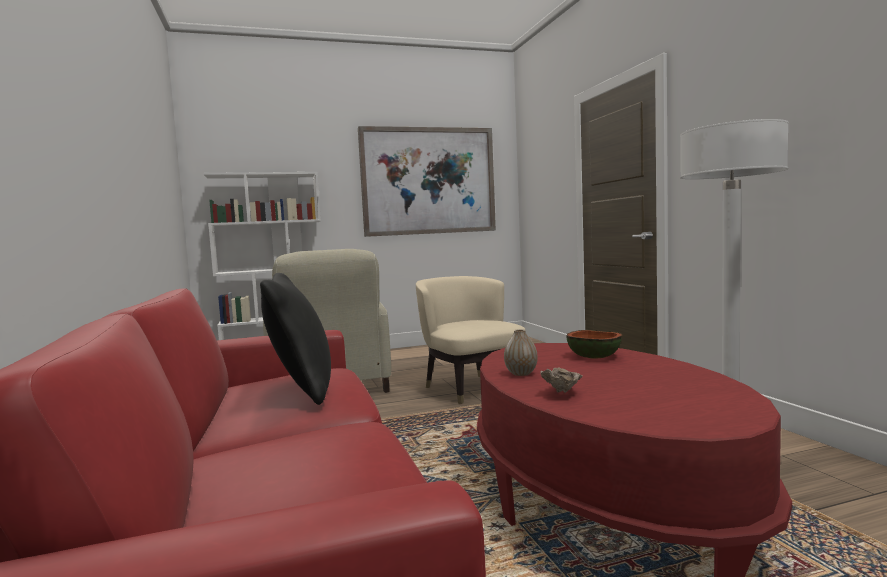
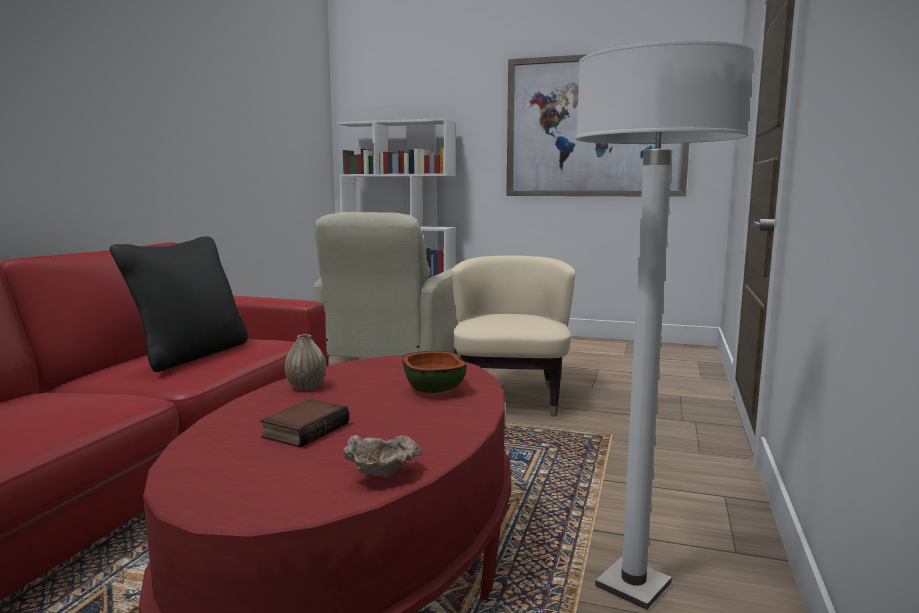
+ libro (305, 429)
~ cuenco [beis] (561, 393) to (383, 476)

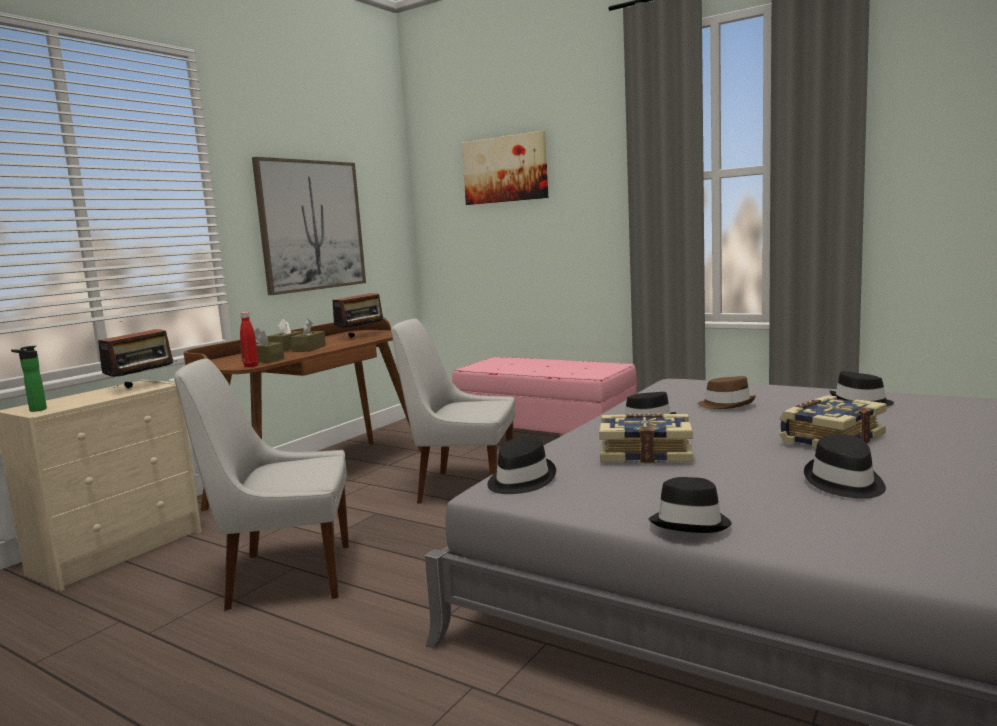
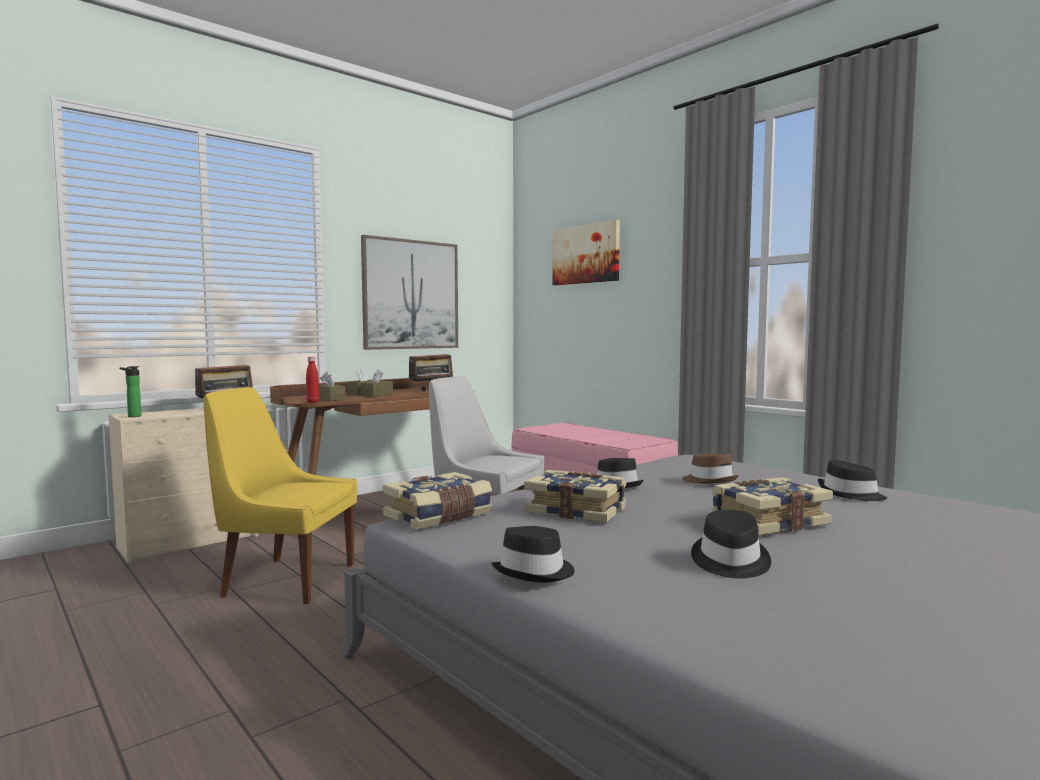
~ silla [blanco] (285, 576) to silla [amarillo] (285, 580)
~ sombrero [negro] (520, 480) to libro (439, 516)

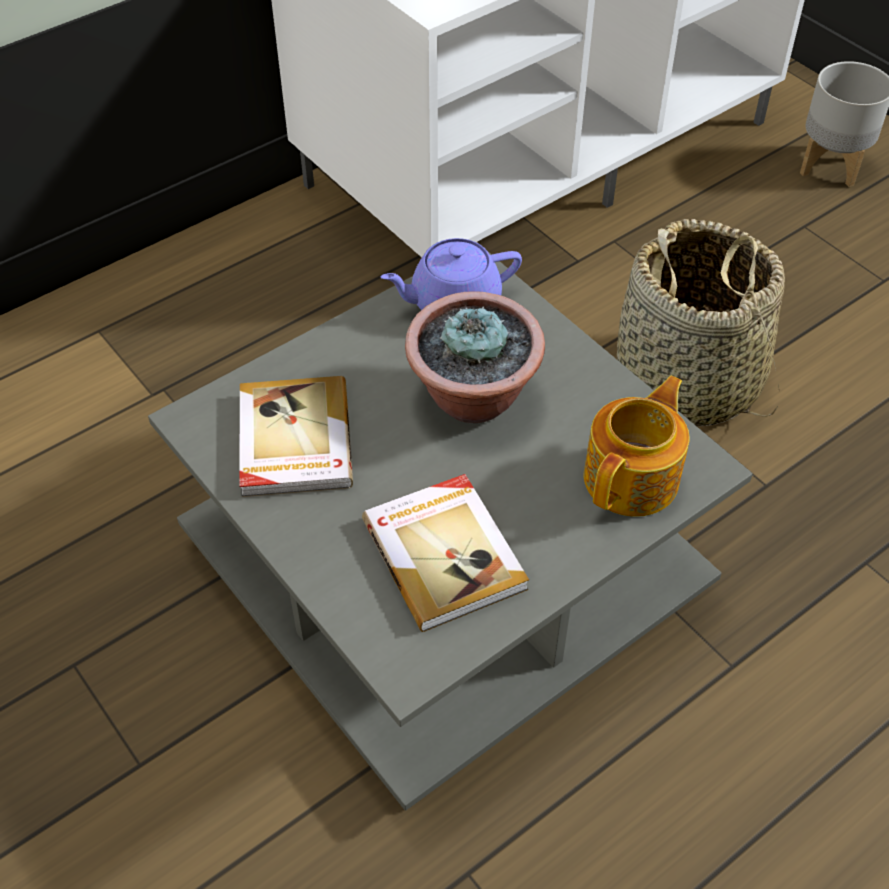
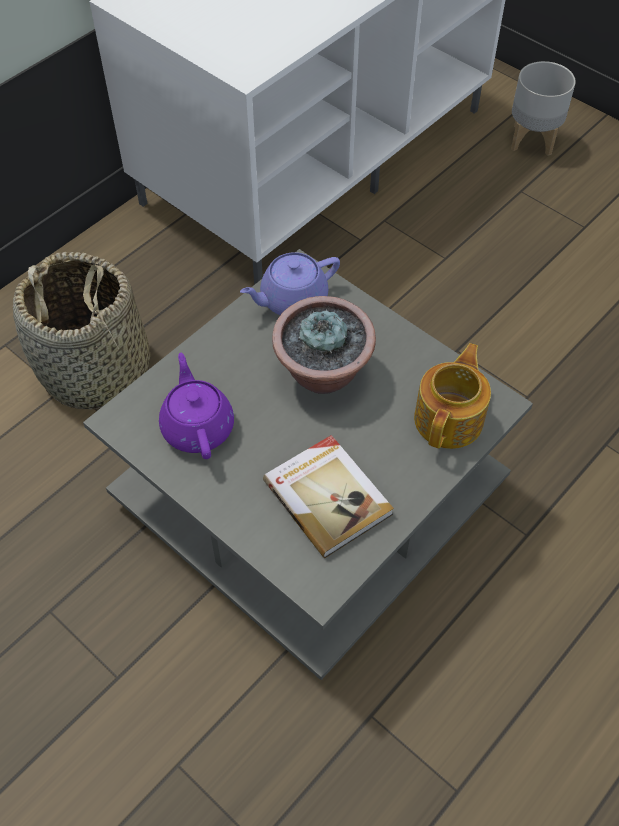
~ cesta (688, 382) to (96, 371)
~ libro (293, 441) to tetera [morado] (197, 426)

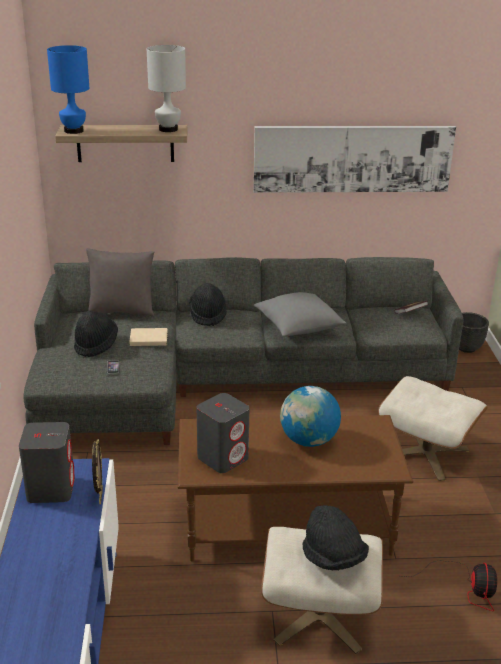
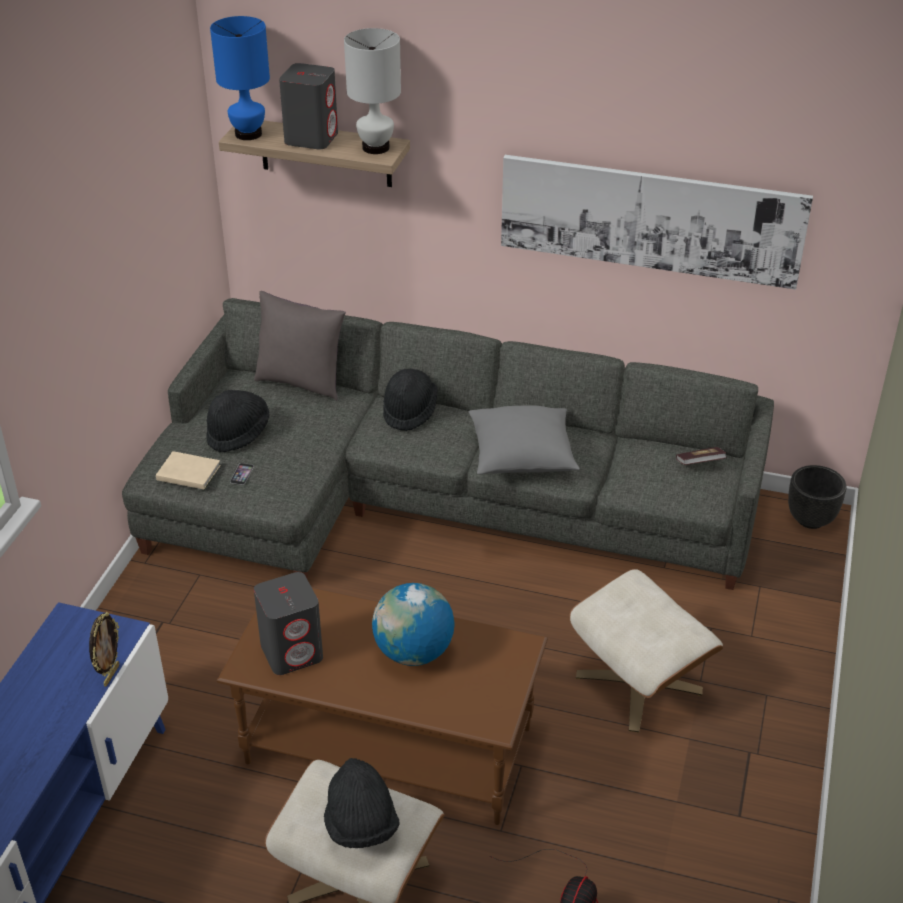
~ libro [beis] (147, 338) to (187, 472)
~ altavoz [gris] (51, 488) to (311, 138)

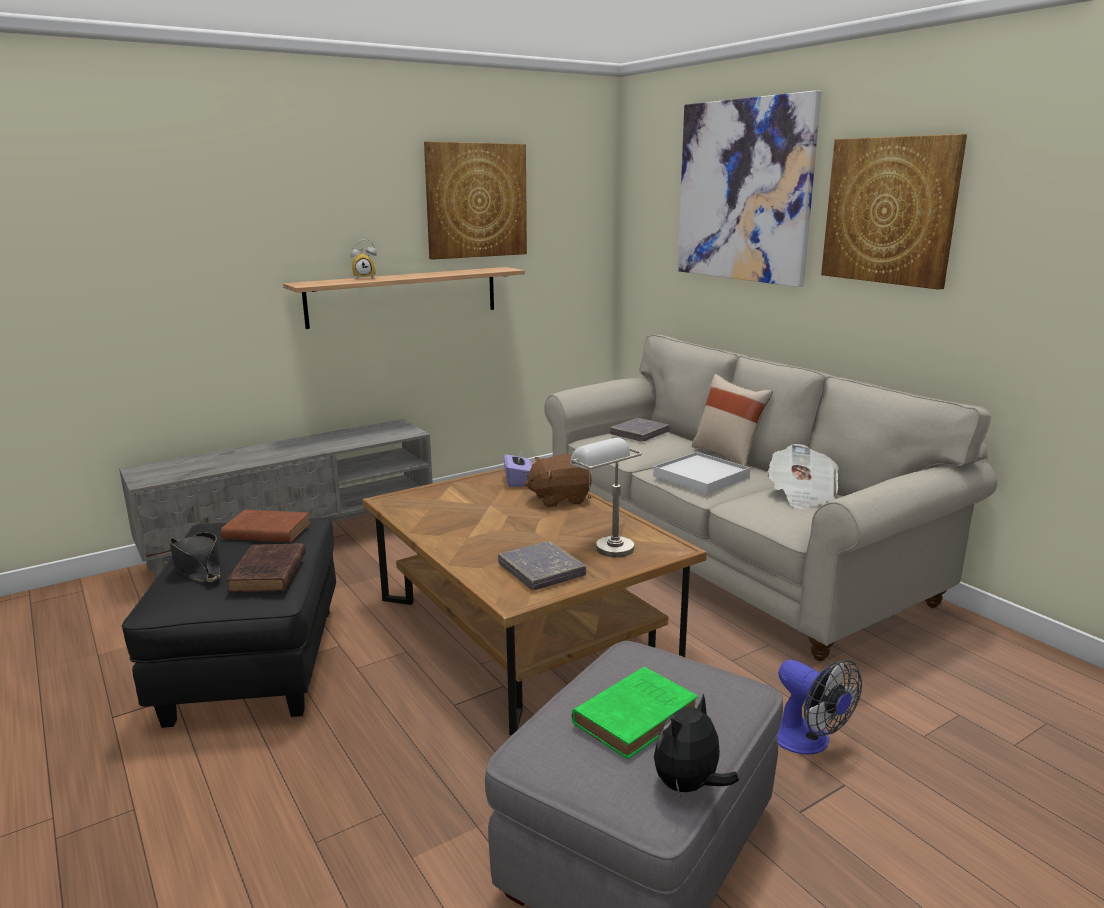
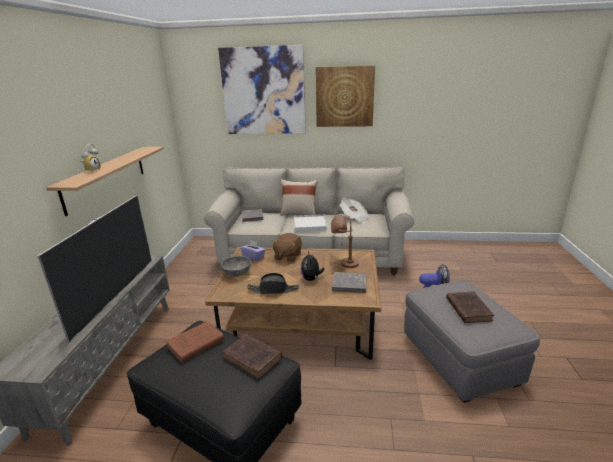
+ televisor (115, 295)
+ cuenco [gris] (236, 273)
~ sombrero [negro] (197, 567) to (273, 290)
~ peluche (689, 786) to (311, 279)
~ lámpara de mesa [gris] (605, 545) to lámpara de mesa [marrón] (343, 264)
~ libro [verde] (637, 715) to libro [marrón] (468, 308)
- cuadro (476, 200)

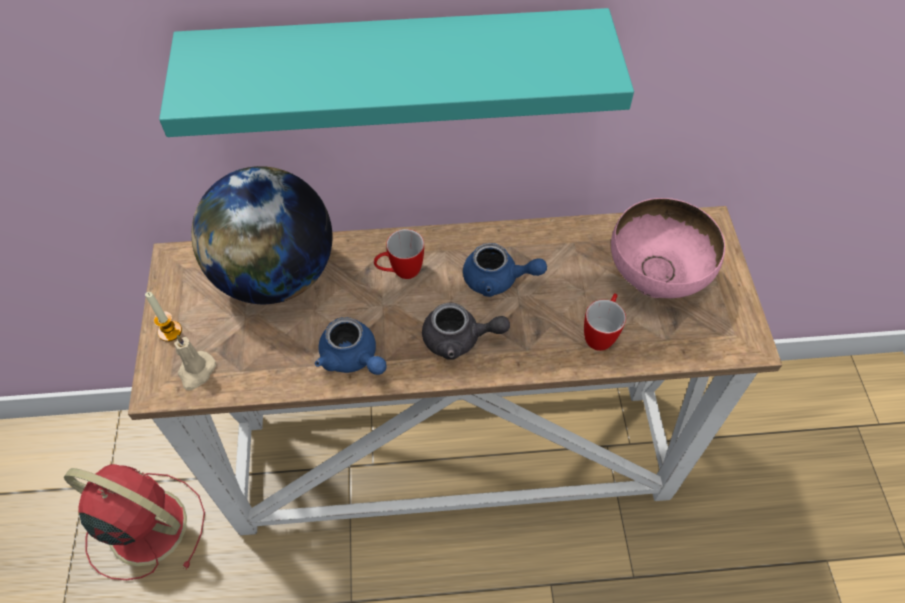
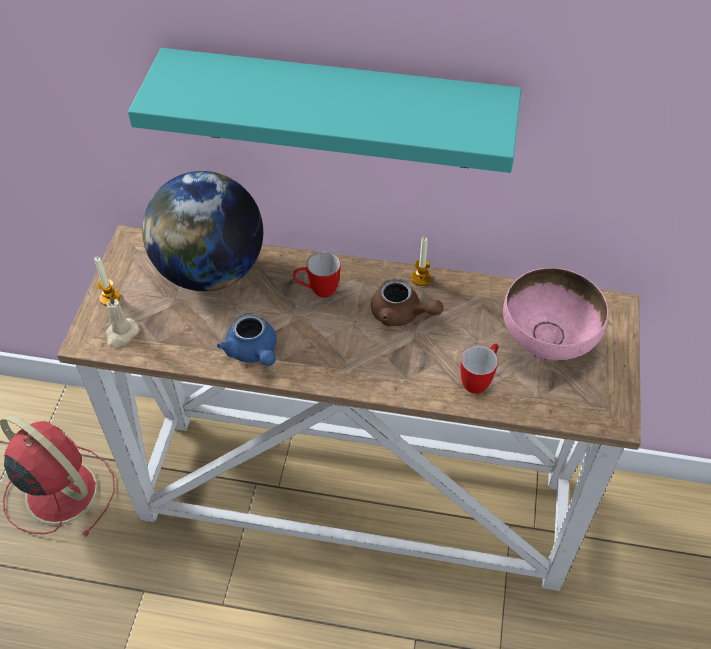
~ tetera [azul] (498, 280) to tetera [marrón] (401, 315)
+ vela (421, 278)
- tetera [gris] (459, 339)

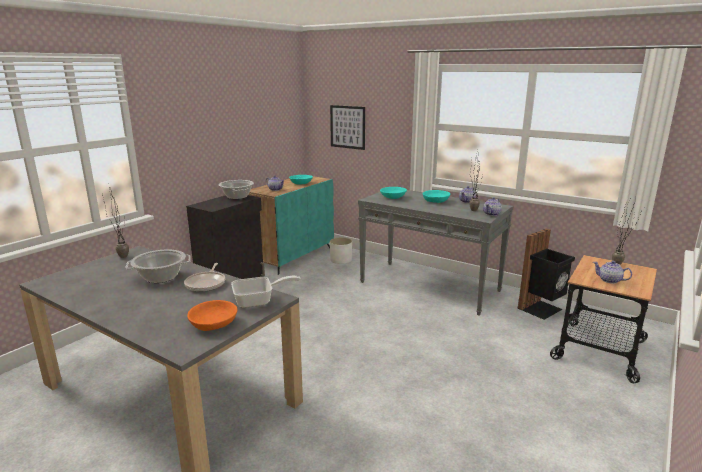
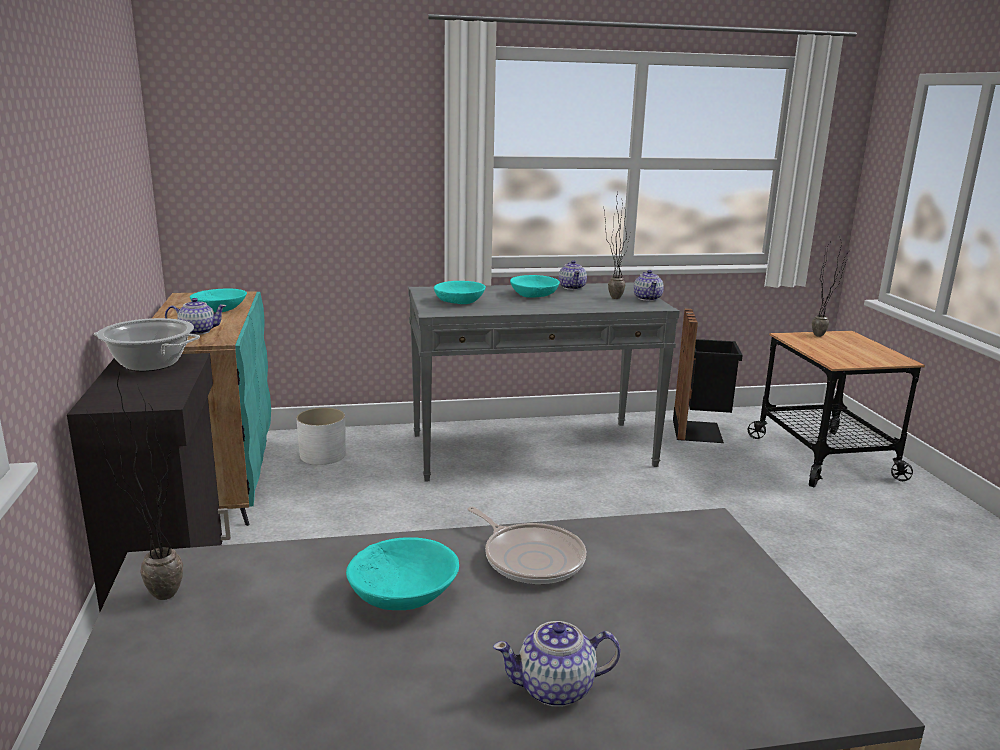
~ olla (160, 277) to cuenco [turquesa] (403, 594)
~ tetera (610, 280) to (556, 689)
- cuenco [naranja] (214, 324)
- sartén (259, 301)
- cuadro (347, 127)

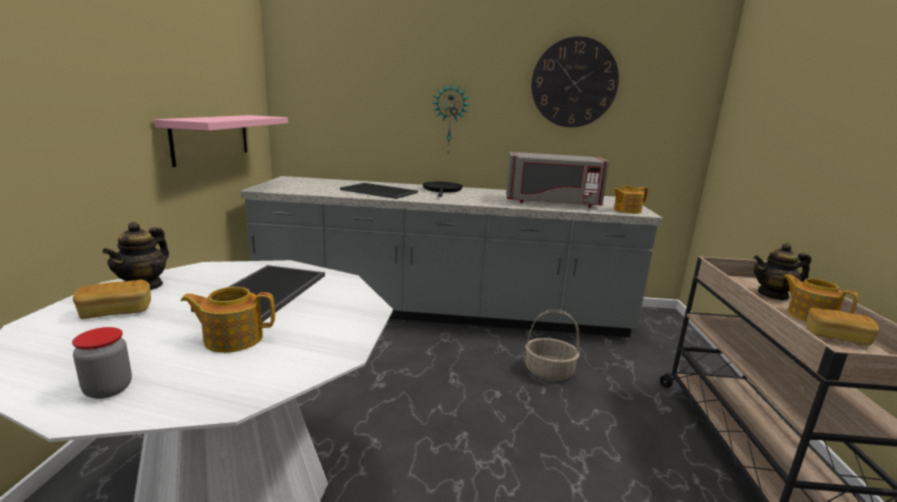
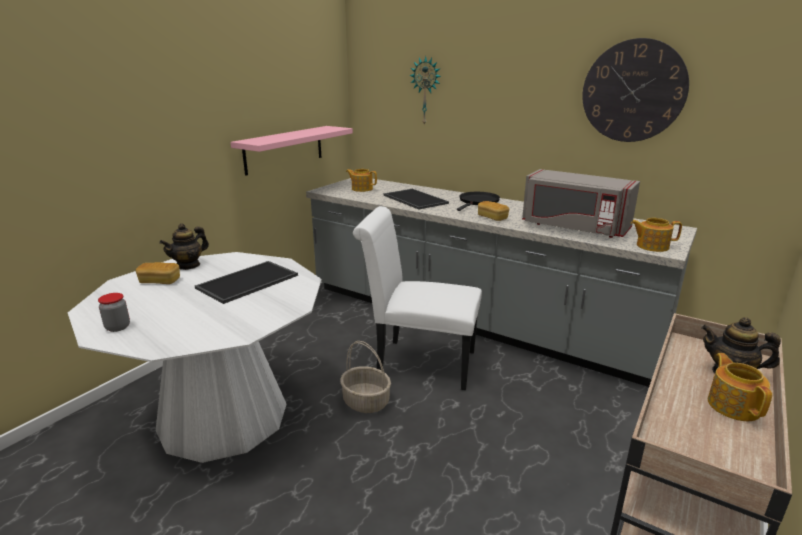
~ cesta (549, 372) to (366, 402)
~ tetera (232, 338) to (361, 189)
+ silla [blanco] (418, 363)
~ reloj de pared (450, 119) to (426, 91)
~ pan (836, 337) to (492, 218)

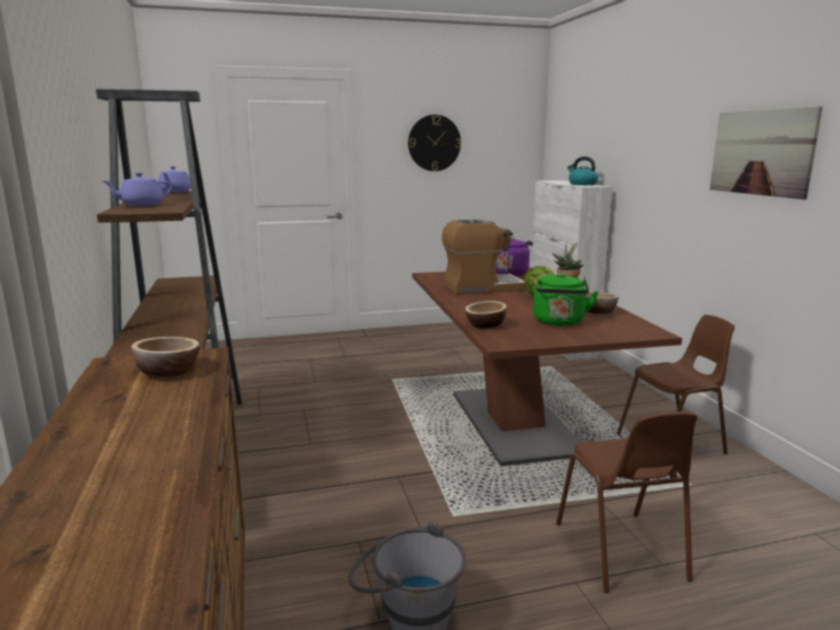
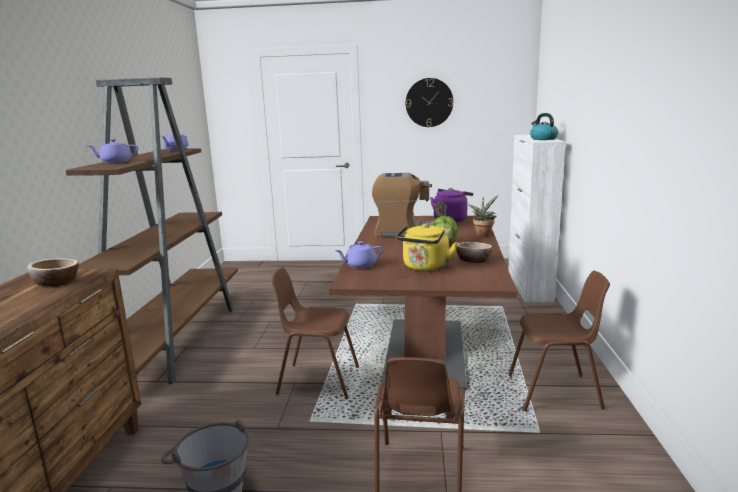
+ silla [marrón] (318, 380)
~ cuenco (485, 325) to tetera [morado] (360, 265)
~ hervidor [verde] (559, 322) to hervidor [amarillo] (425, 267)
- cuadro (761, 152)

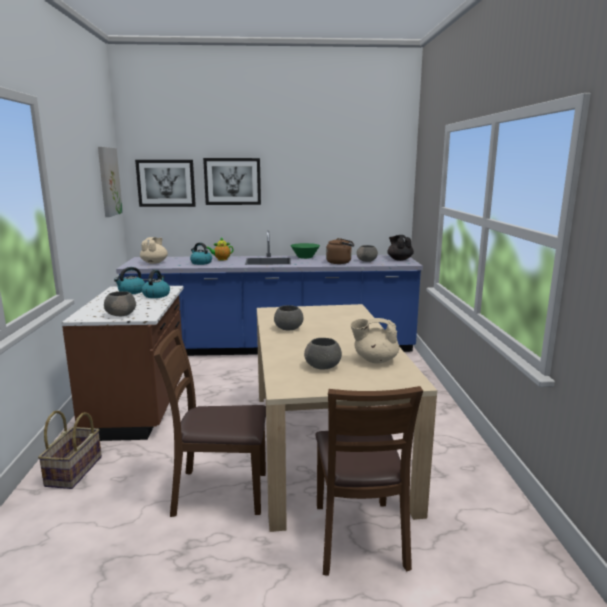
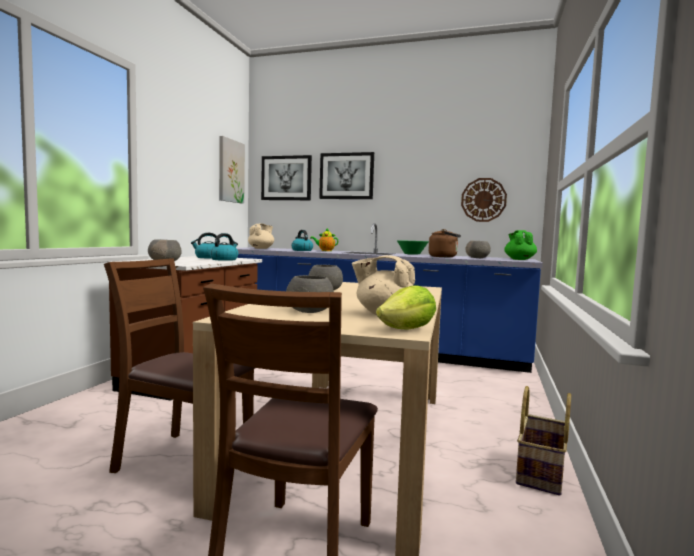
+ lechuga (407, 330)
+ reloj de pared (483, 200)
~ tetera [negro] (399, 259) to tetera [verde] (519, 259)
~ cesta (75, 471) to (542, 473)

